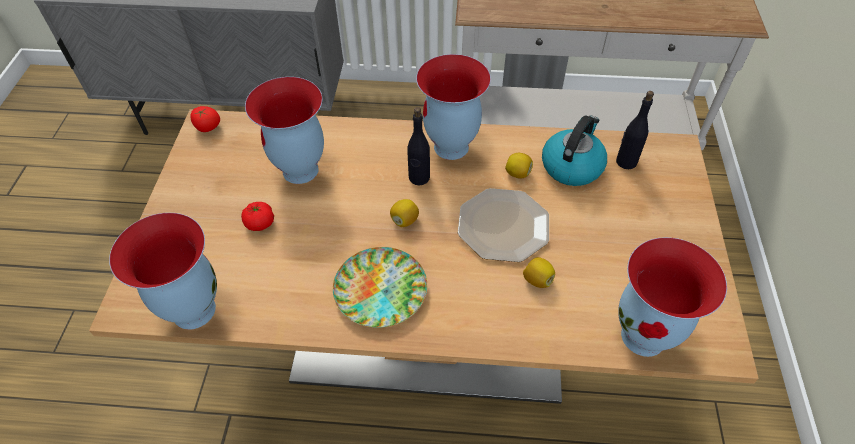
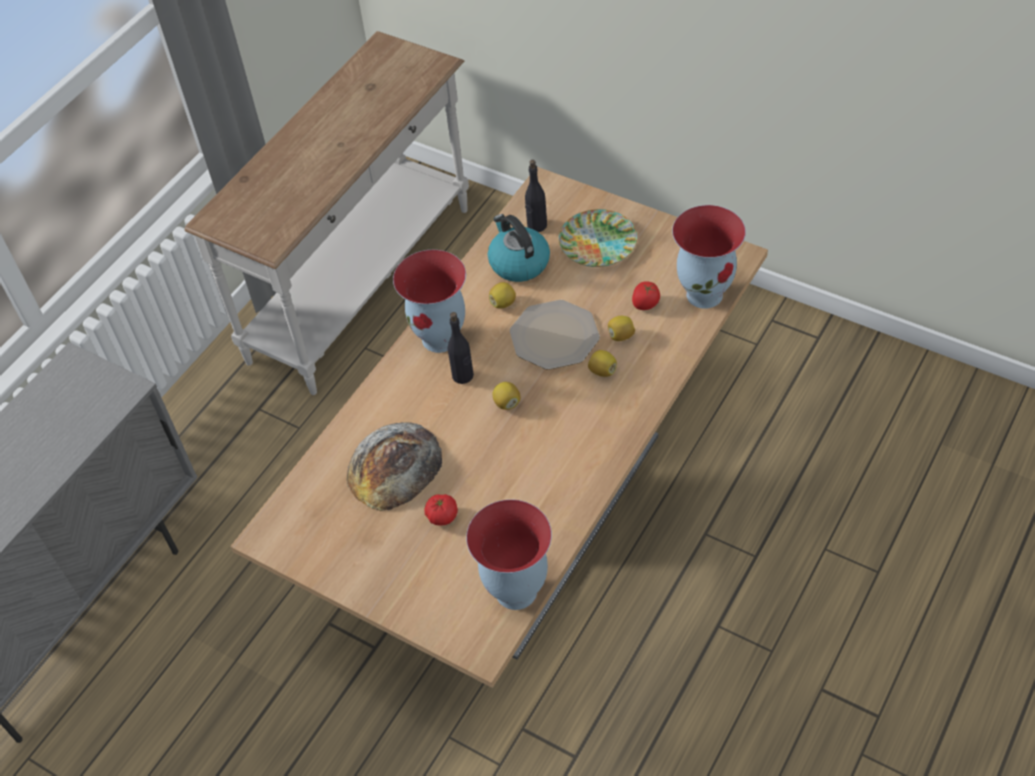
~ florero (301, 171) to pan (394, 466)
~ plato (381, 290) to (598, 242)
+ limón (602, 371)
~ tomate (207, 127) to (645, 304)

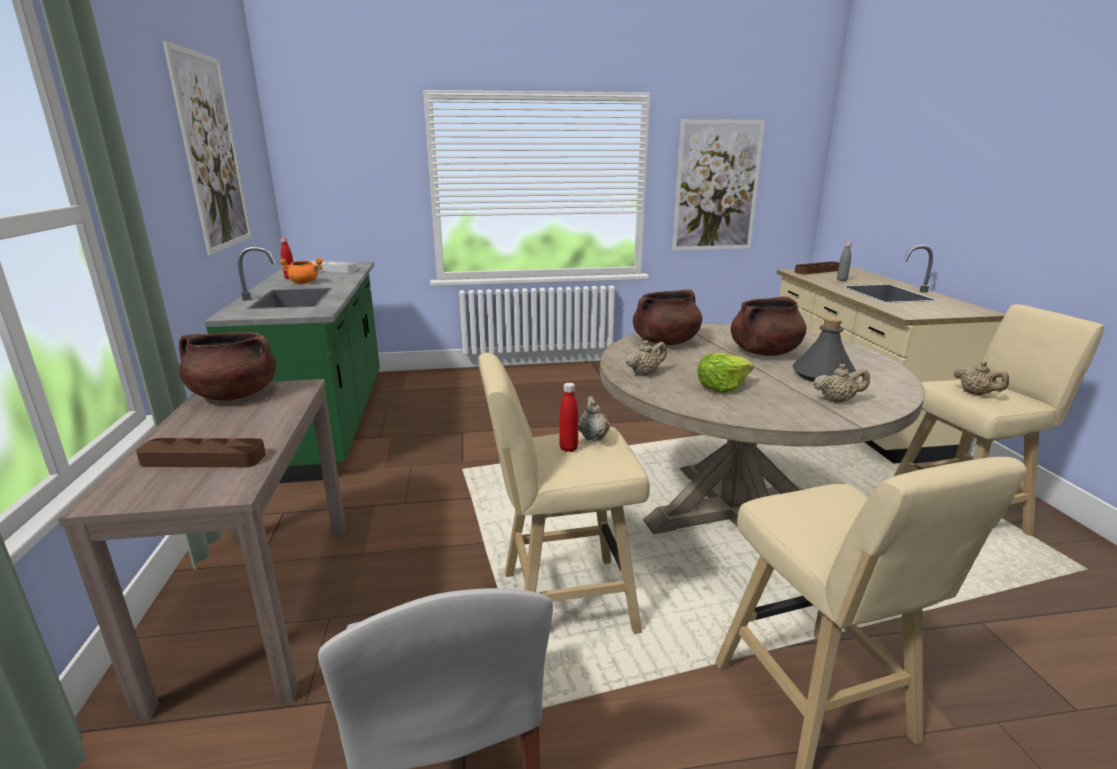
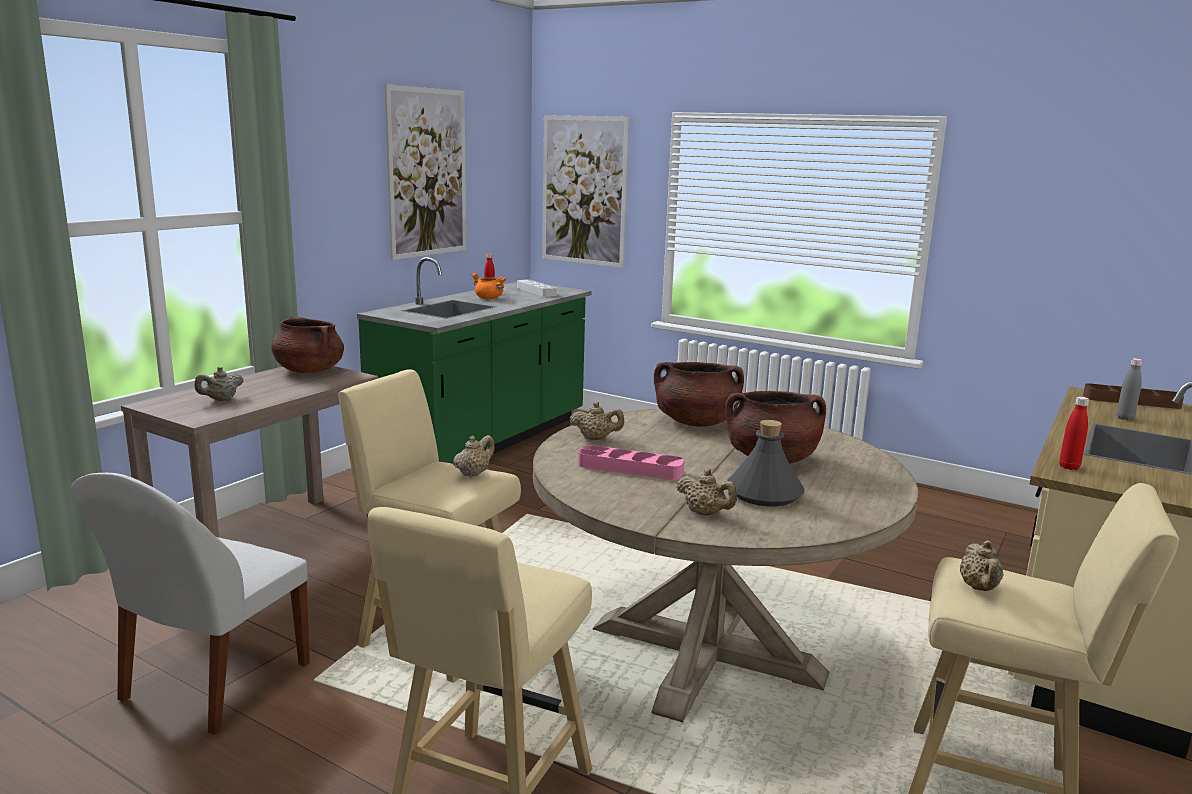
~ bandeja [marrón] (203, 459) to tetera [beis] (221, 400)
~ cuadro (716, 186) to (584, 191)
~ lechuga (722, 387) to bandeja [rosa] (630, 468)
~ botella [rojo] (568, 448) to (1069, 467)

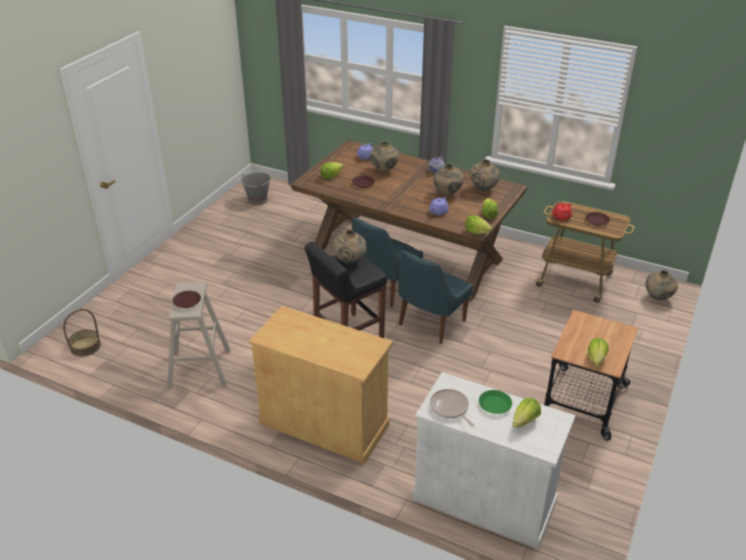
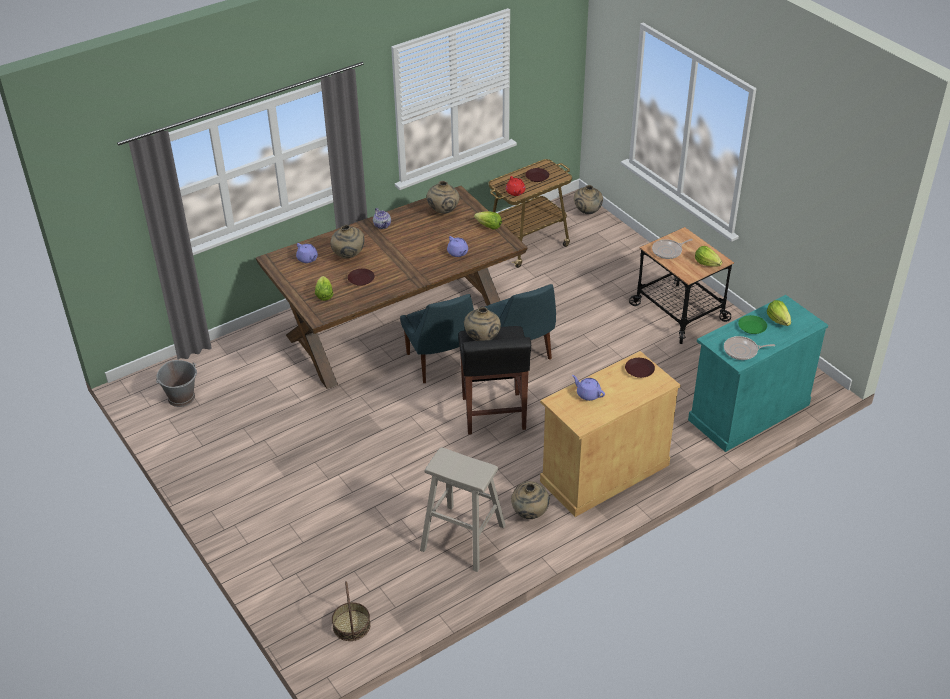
~ florero [beis] (447, 194) to (530, 514)
+ tetera [morado] (588, 394)
~ plato [marrón] (187, 301) to (639, 370)
+ sartén (668, 251)
~ armario [blanco] (484, 500) to armario [turquesa] (748, 412)
- lechuga (476, 232)

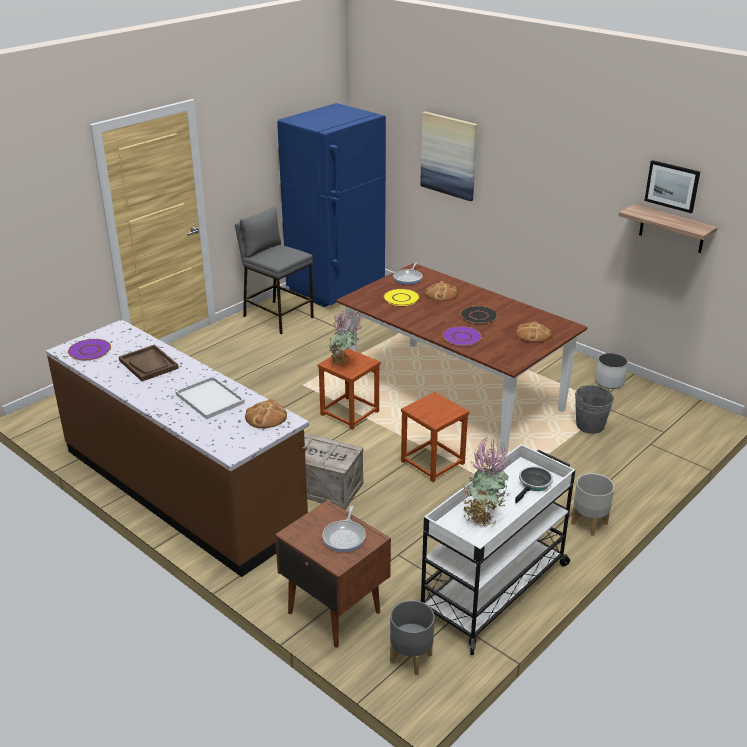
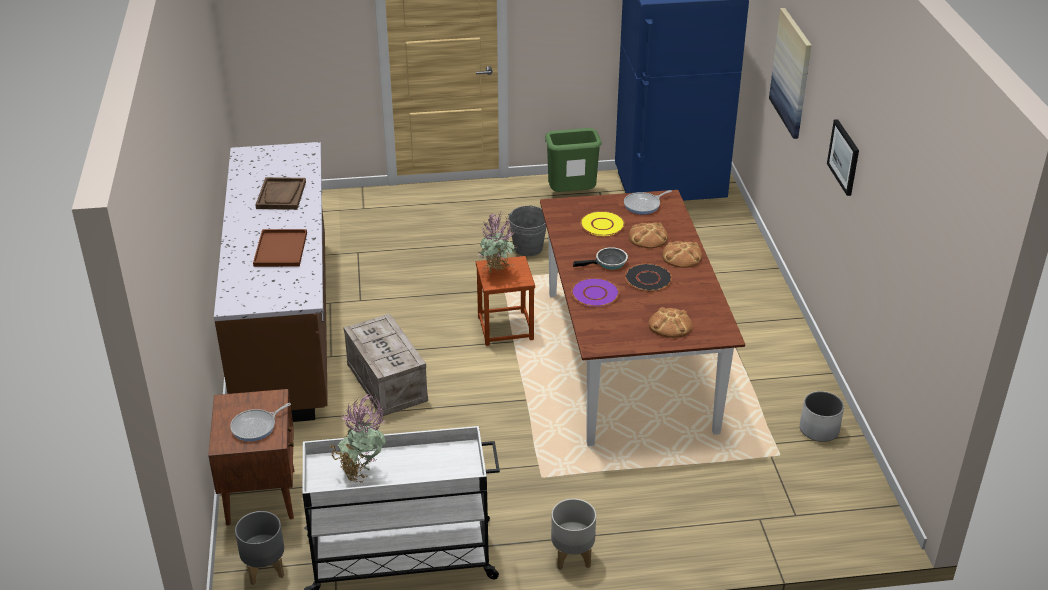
~ bandeja [blanco] (208, 398) to bandeja [marrón] (280, 248)
~ cubo [gris] (590, 425) to (528, 248)
~ taburete [gris] (278, 317) to papelera [verde] (572, 195)
~ sartén (534, 484) to (608, 263)
~ pan (266, 416) to (682, 256)
~ cuadro (672, 186) to (844, 157)
- plato [morado] (89, 350)
- taburete [marrón] (432, 462)
- estante (672, 229)

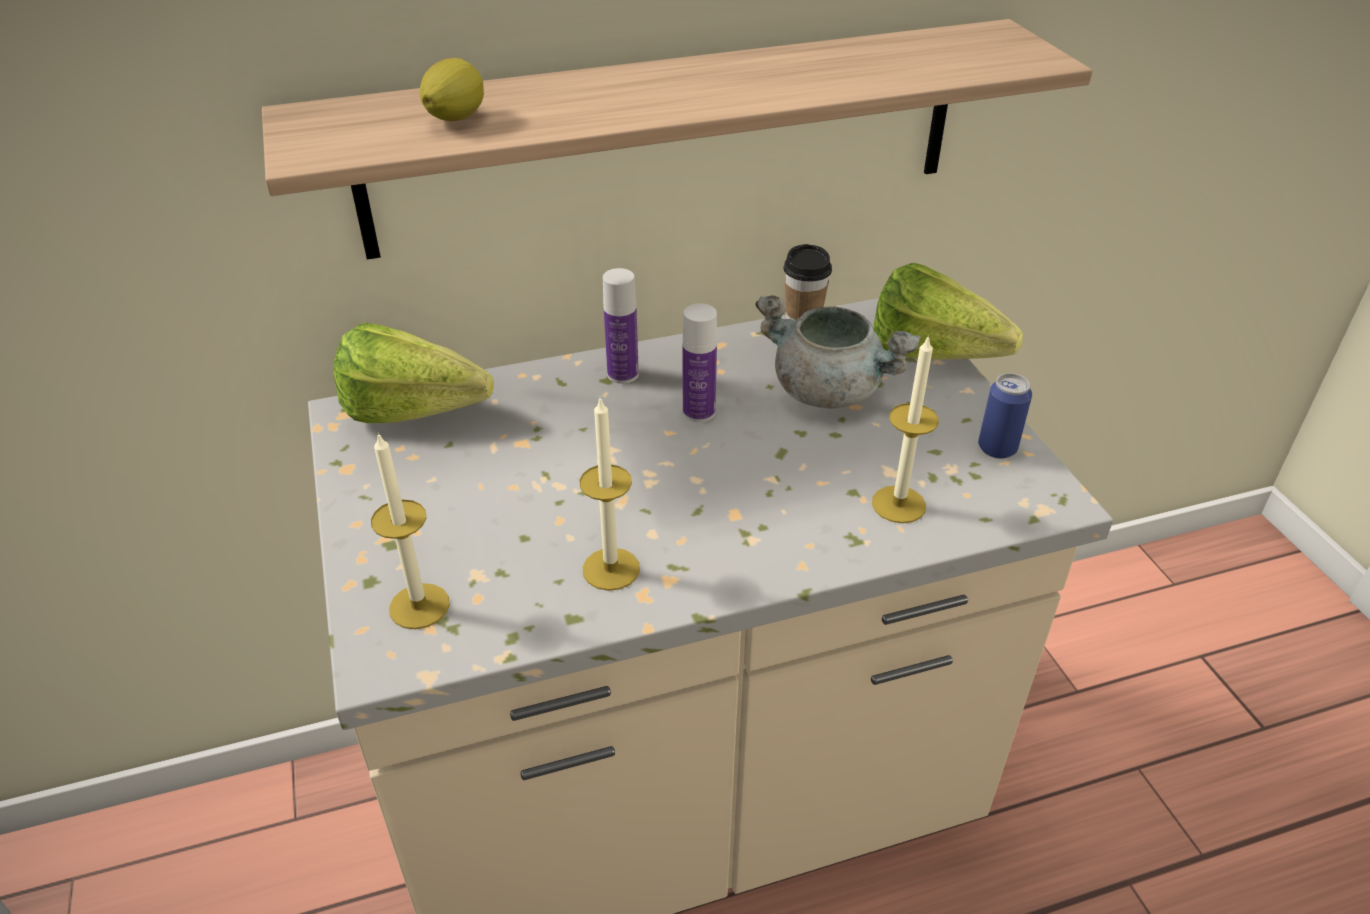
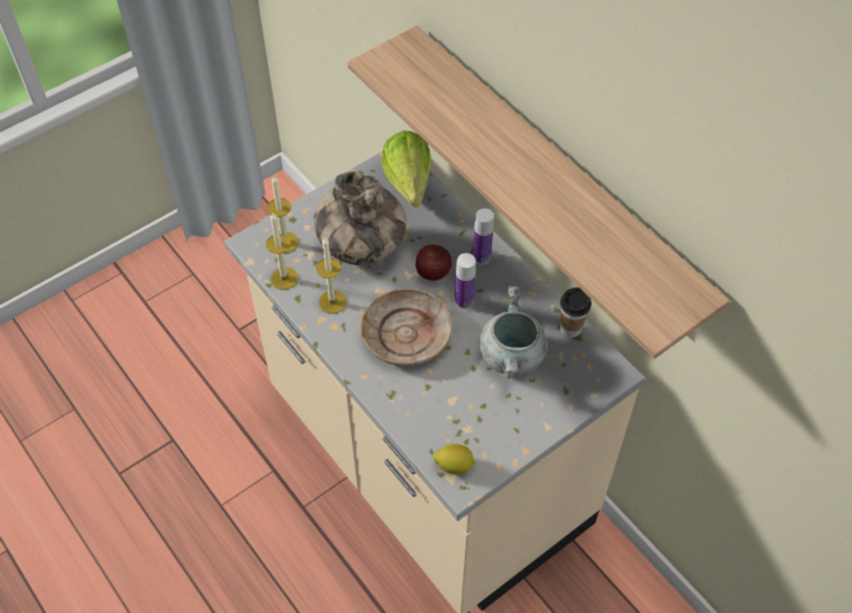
~ vela (898, 504) to (284, 278)
+ florero (361, 248)
+ plato [beis] (407, 335)
+ manzana (433, 273)
~ limón (454, 119) to (454, 465)
- lechuga (942, 359)
- lata (997, 448)

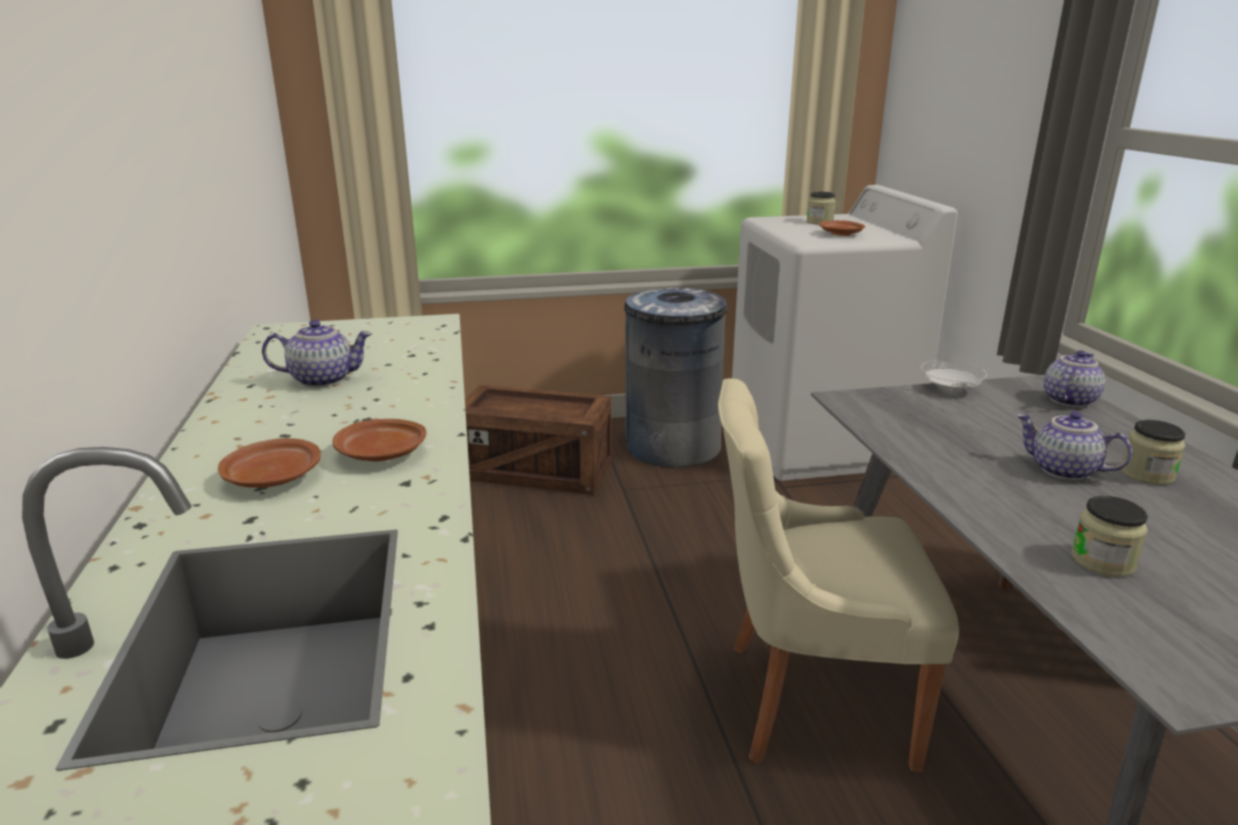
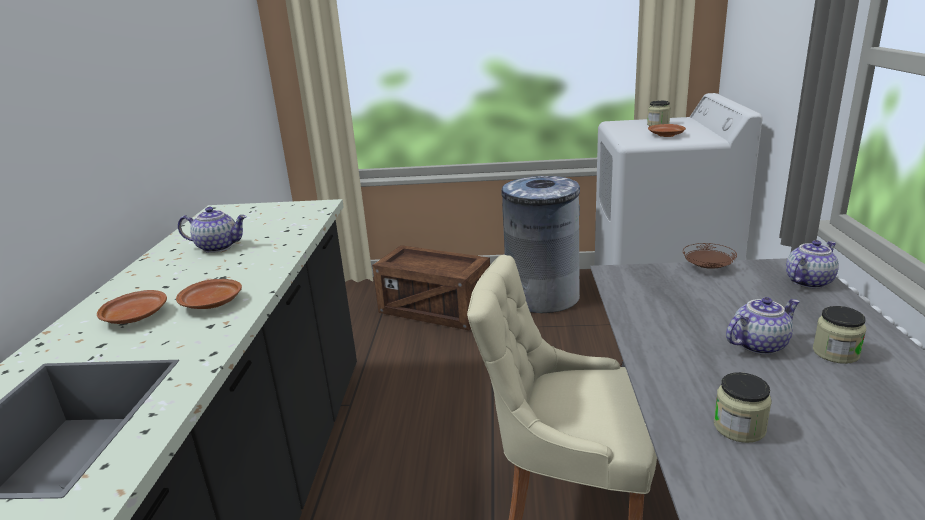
~ plato [blanco] (949, 390) to plato [marrón] (707, 268)
~ tetera (1062, 471) = (758, 344) 105 degrees clockwise

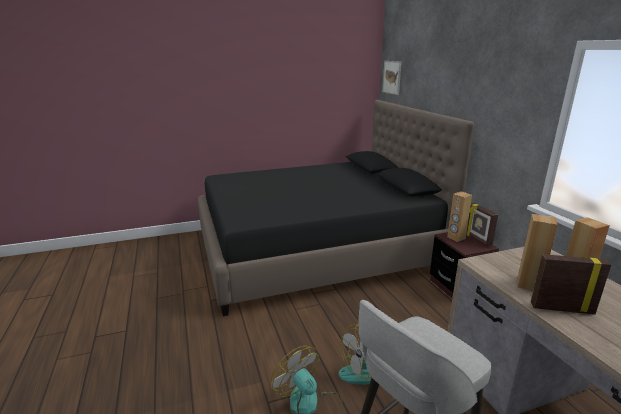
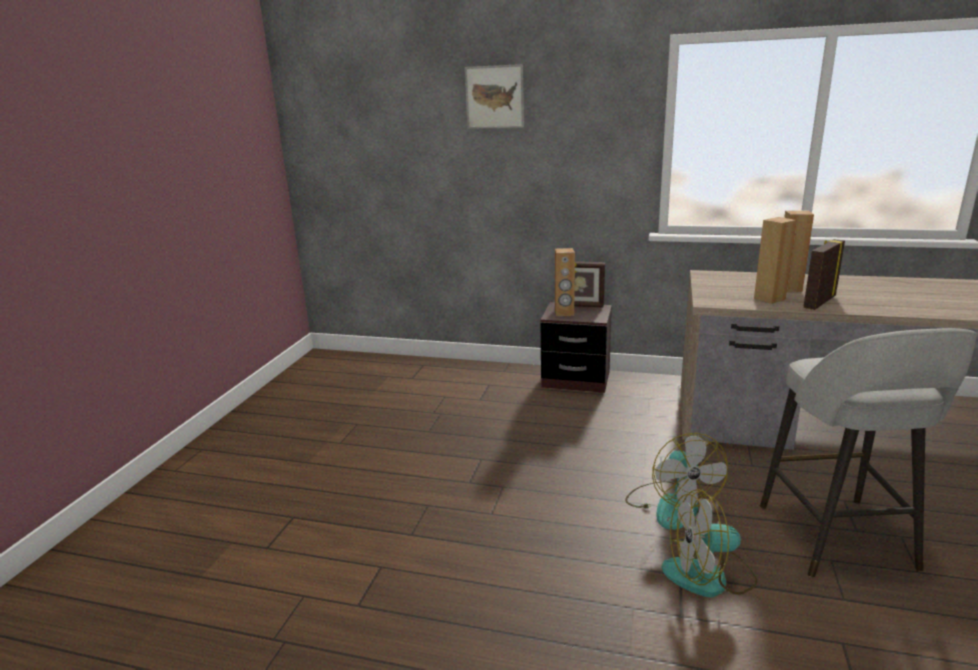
~ cuadro (392, 77) to (494, 97)
- cama [negro] (316, 250)

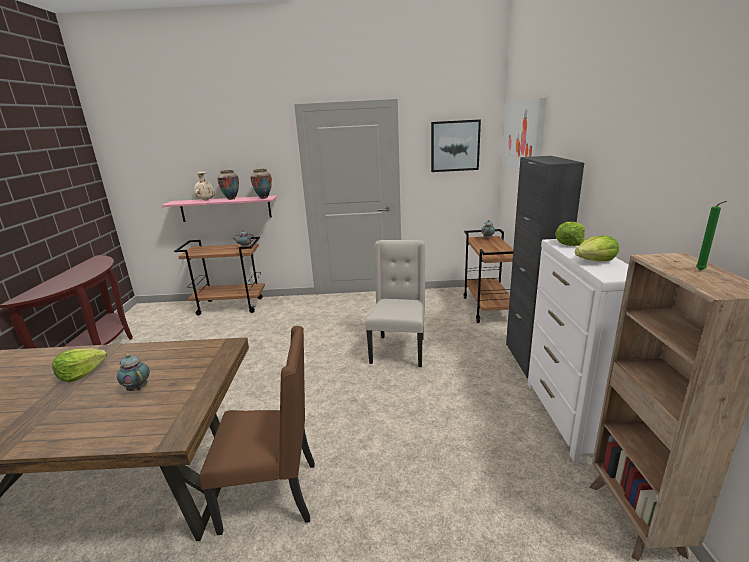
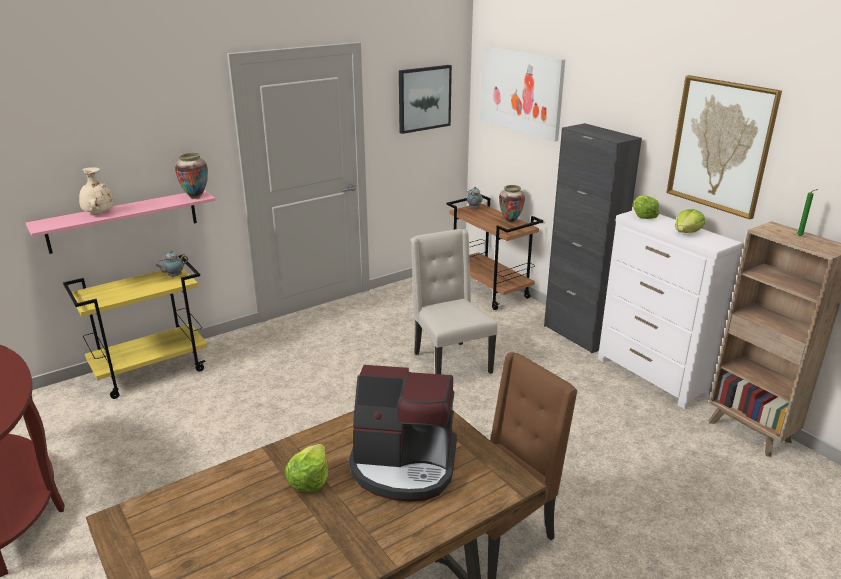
~ carrito [marrón] (231, 306) to carrito [amarillo] (152, 371)
~ tetera (137, 388) to cafetera (404, 465)
~ florero (231, 199) to (510, 221)
+ cuadro (721, 145)

